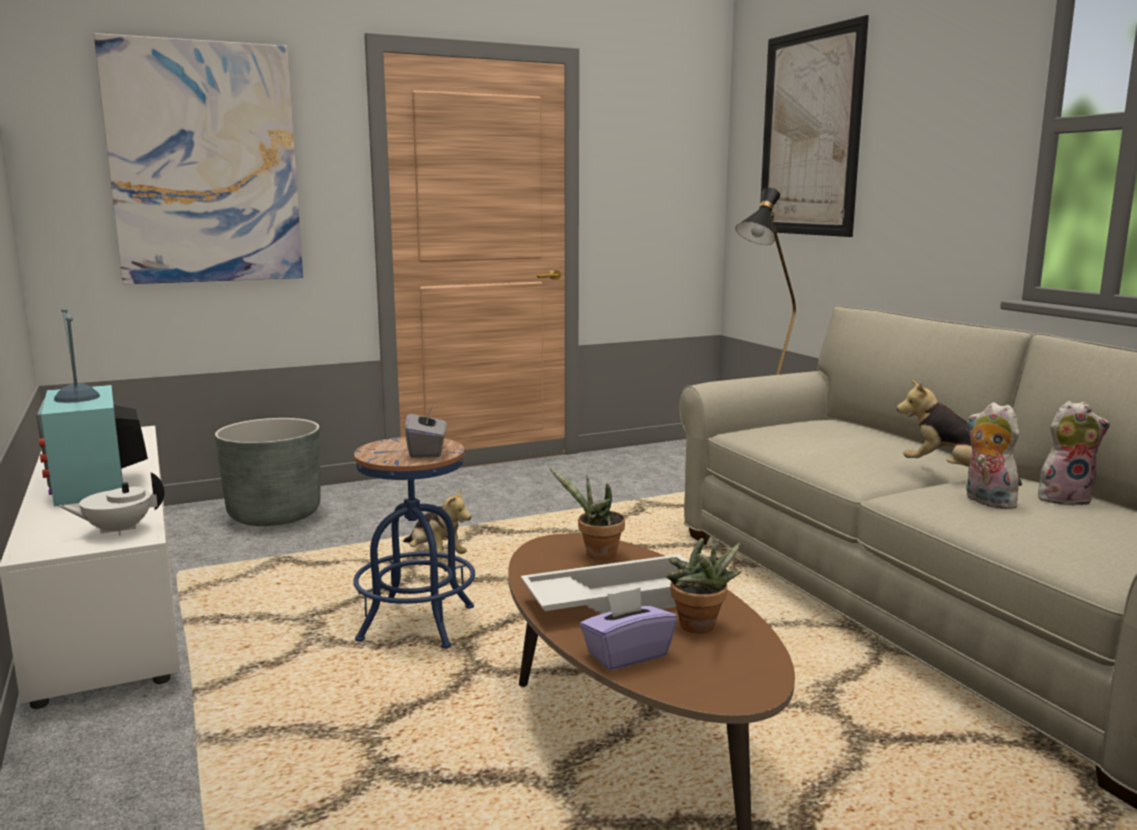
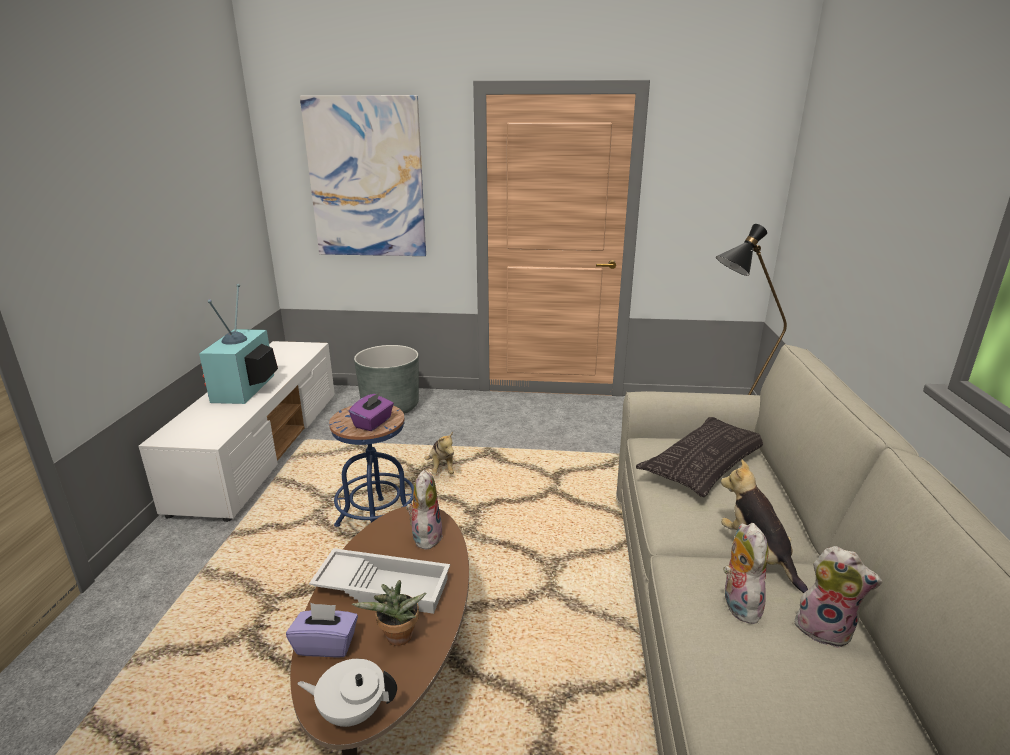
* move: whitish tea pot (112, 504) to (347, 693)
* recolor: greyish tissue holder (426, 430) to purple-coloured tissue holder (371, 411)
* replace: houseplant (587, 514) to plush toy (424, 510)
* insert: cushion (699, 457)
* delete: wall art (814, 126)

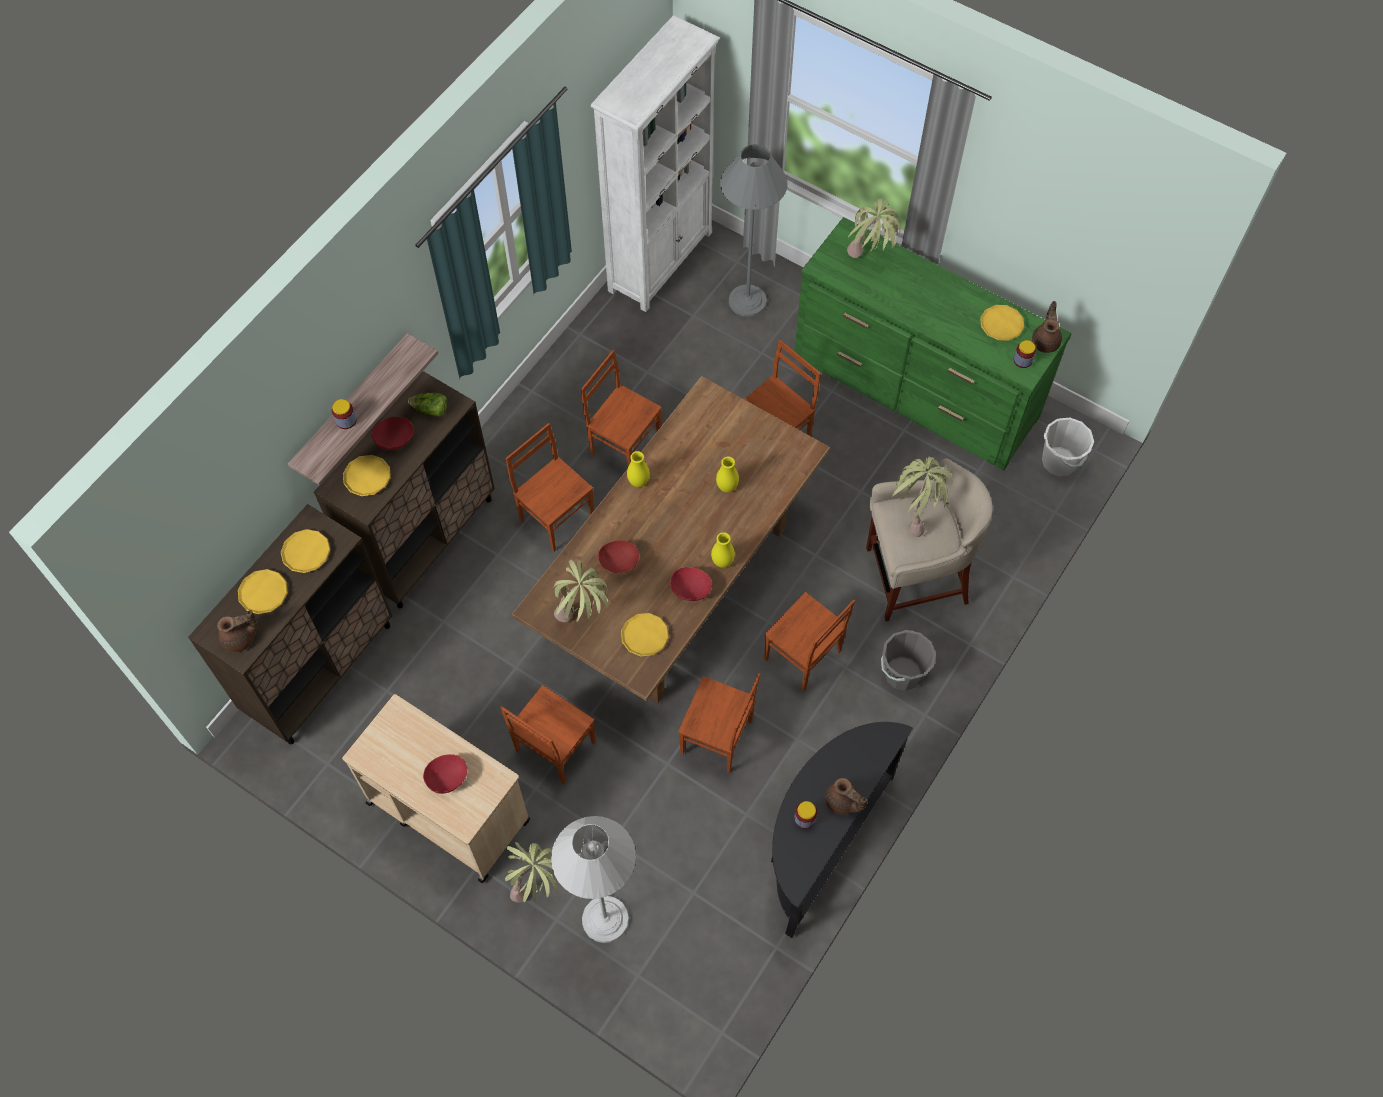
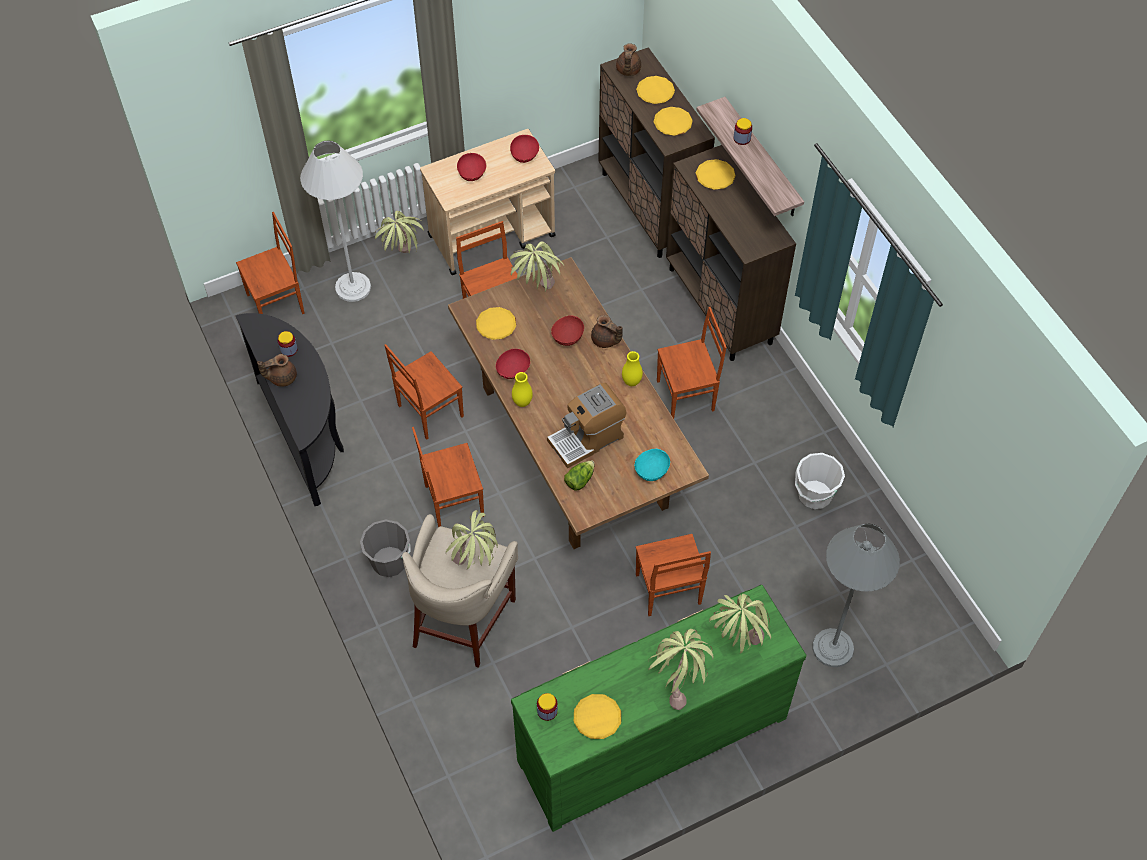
* move: brownish plain chair (621, 408) to (270, 263)
* move: reddish serving bowl (392, 433) to (524, 149)
* replace: yellowish flower vase (727, 475) to coffee maker (587, 425)
* move: lettuce head (427, 405) to (579, 475)
* move: brownish tea pot (1047, 327) to (607, 331)
* insert: blue-green serving bowl (652, 465)
* insert: houseplant (680, 669)
* move: whitish water bucket (1068, 446) to (820, 481)
* delete: whitish shelving unit (655, 163)

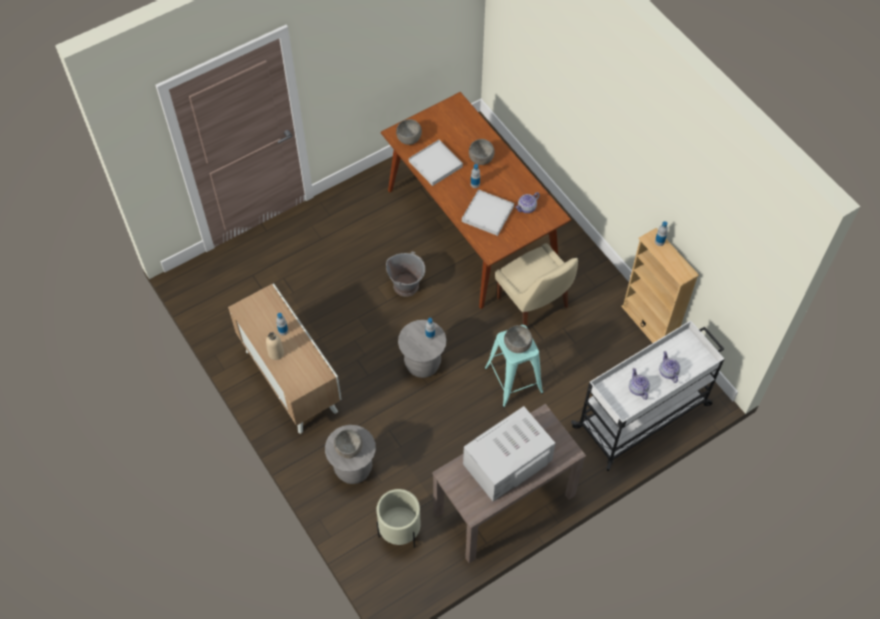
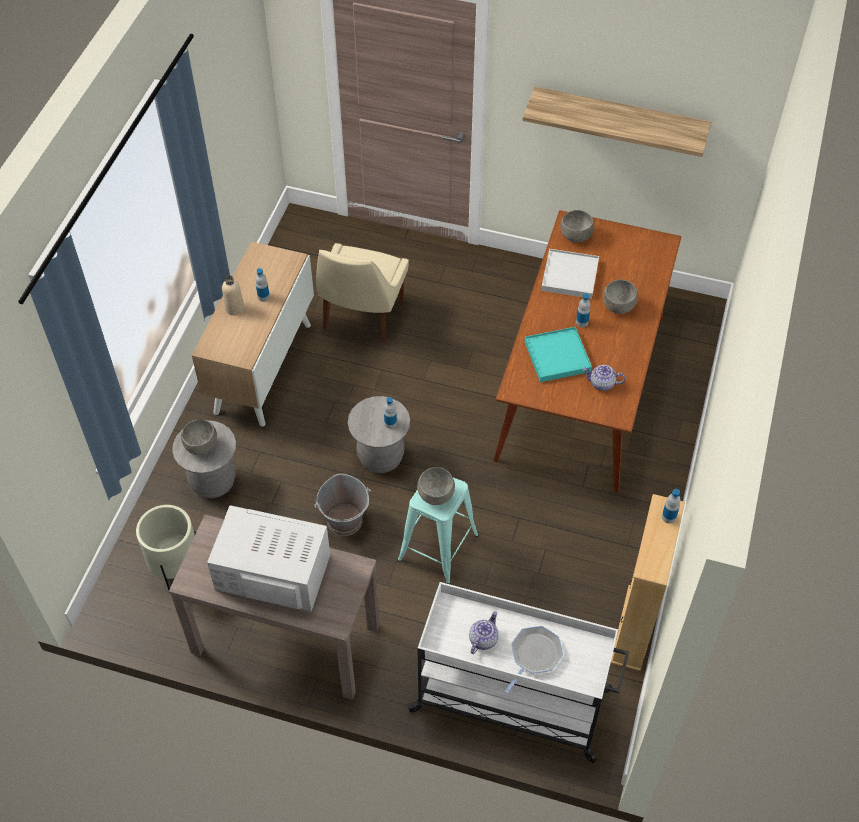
* move: greyish water bucket (405, 274) to (342, 505)
* move: beige plain chair (536, 284) to (362, 293)
* replace: tea pot (669, 367) to frying pan (533, 660)
* insert: bracket shelf (617, 122)
* recolor: whitish carrying tray (488, 212) to blue-green carrying tray (558, 354)

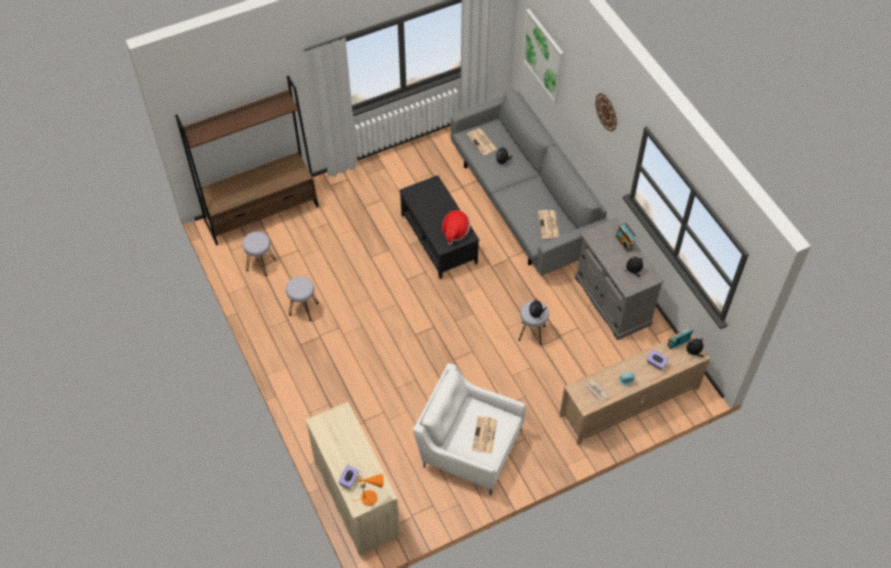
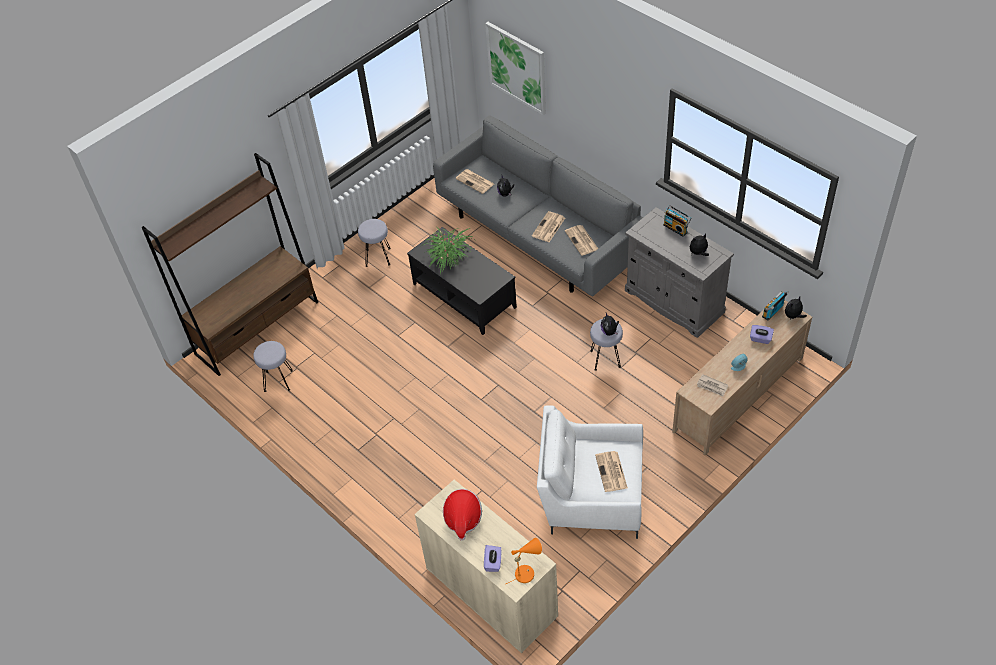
* move: greyish stool (302, 298) to (374, 243)
* insert: houseplant (447, 250)
* move: wearable hat (456, 227) to (462, 515)
* insert: newspaper (548, 226)
* delete: hanging clock (606, 112)

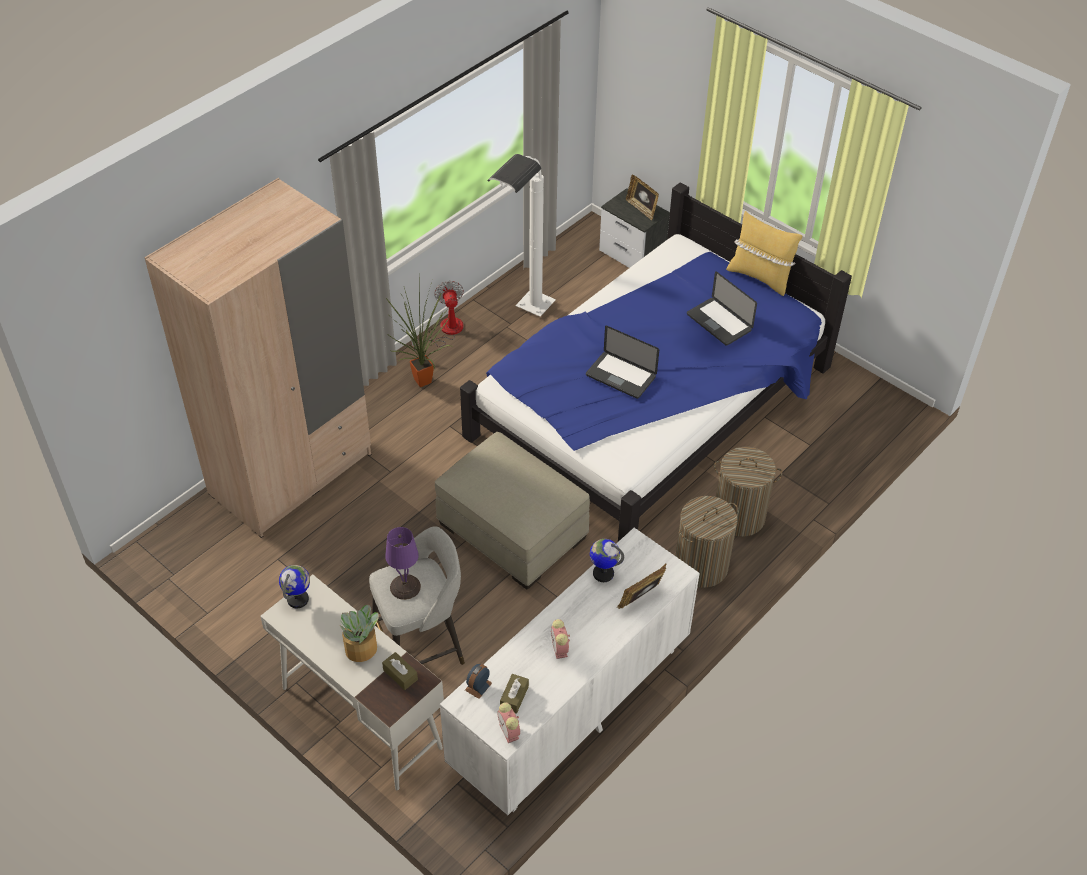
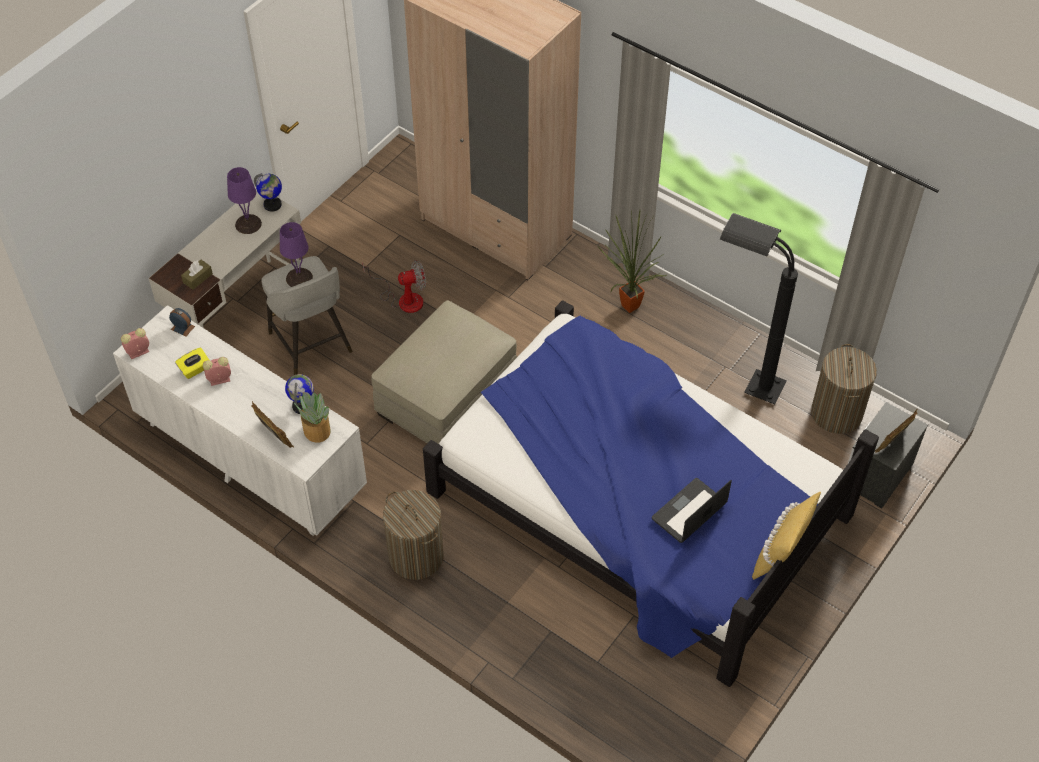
* insert: yellowish tissue holder (192, 363)
* insert: purple-coloured table lamp (244, 200)
* move: houseplant (359, 633) to (312, 417)
* move: electric fan (437, 316) to (394, 286)
* recolor: whitish standing lamp (521, 235) to black standing lamp (759, 308)
* move: hamper (748, 491) to (844, 389)
* delete: brownish tissue holder (514, 694)
* delete: notebook computer (622, 362)

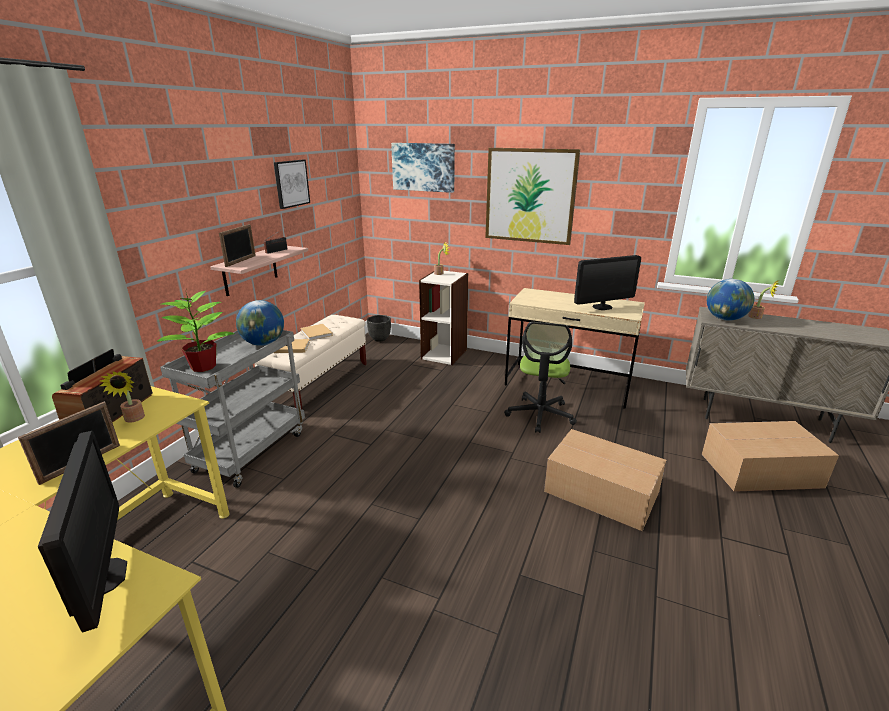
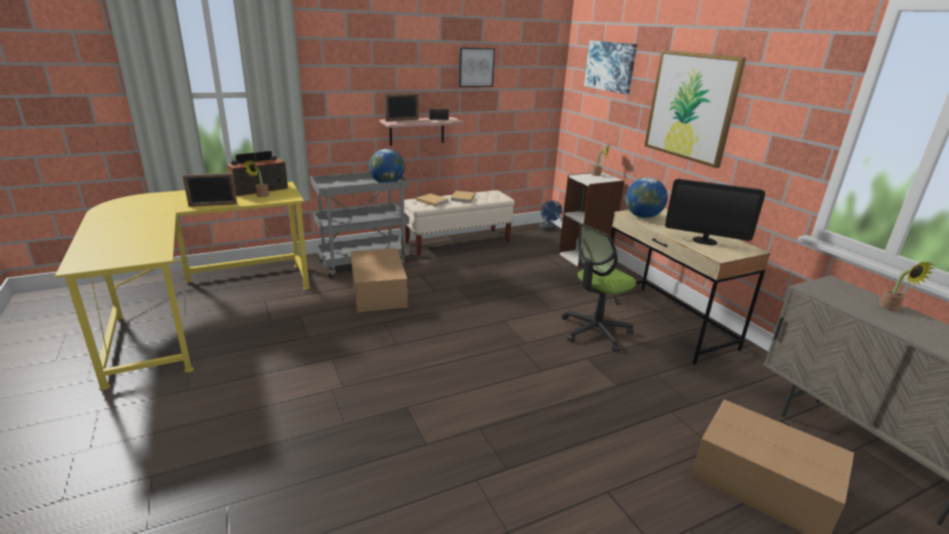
* move: carton (605, 480) to (379, 280)
* replace: black planter (379, 328) to blue electric fan (550, 215)
* move: globe (730, 300) to (646, 197)
* delete: computer display (82, 532)
* delete: houseplant (196, 331)

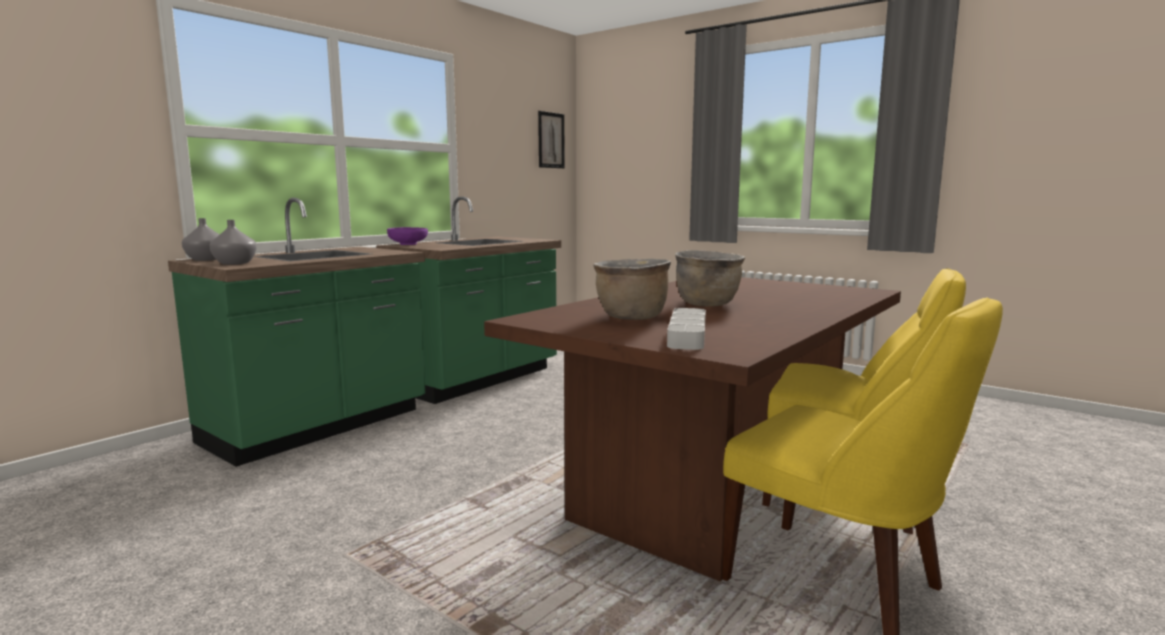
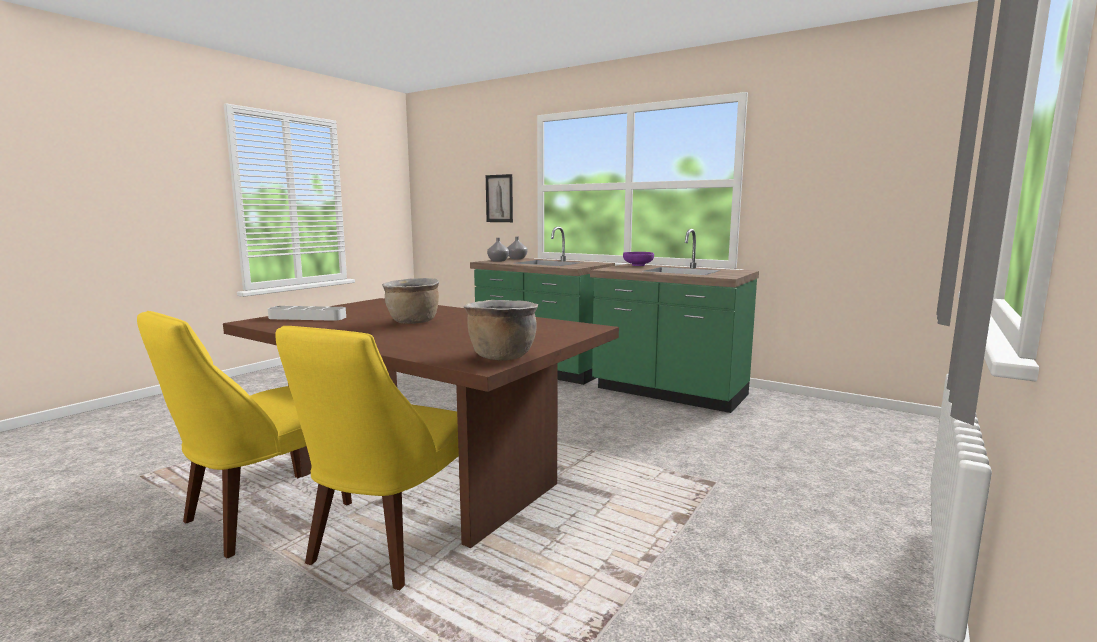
* move: brownish saucepot (632, 289) to (501, 330)
* move: wall art (551, 139) to (499, 198)

